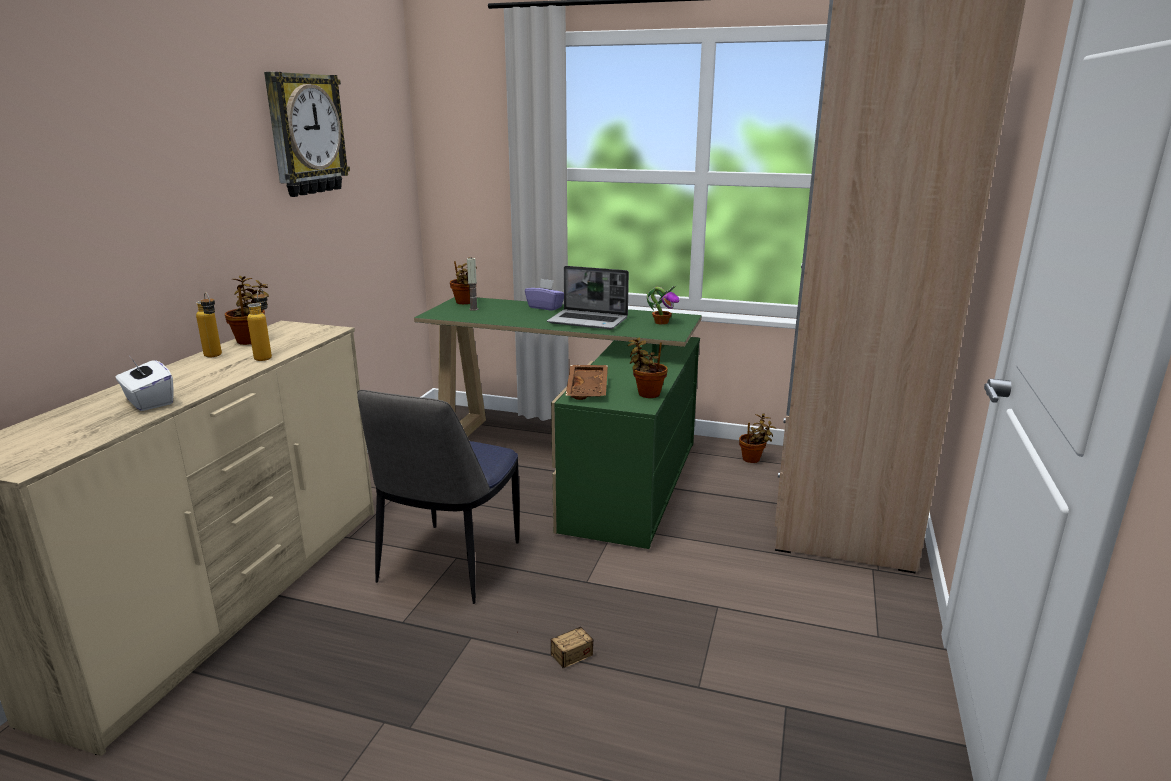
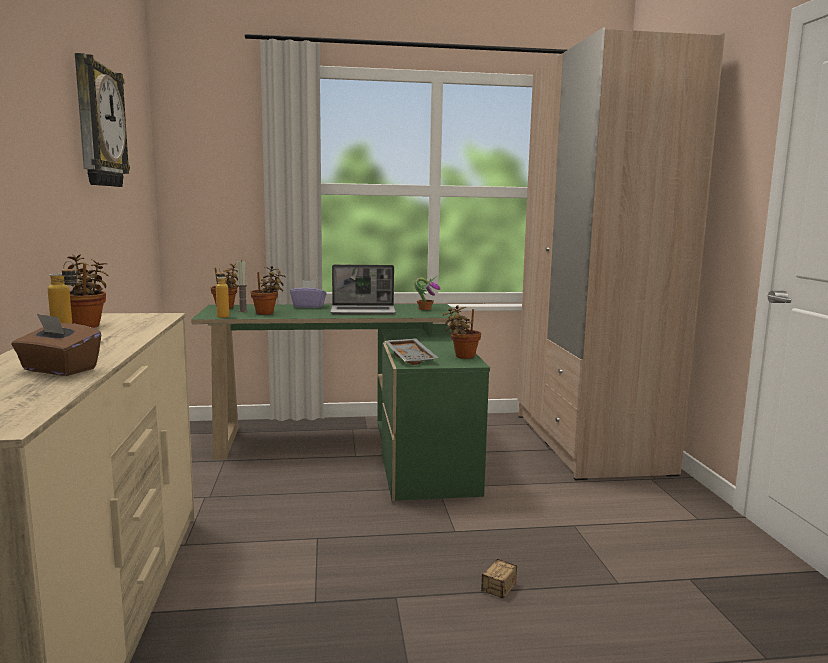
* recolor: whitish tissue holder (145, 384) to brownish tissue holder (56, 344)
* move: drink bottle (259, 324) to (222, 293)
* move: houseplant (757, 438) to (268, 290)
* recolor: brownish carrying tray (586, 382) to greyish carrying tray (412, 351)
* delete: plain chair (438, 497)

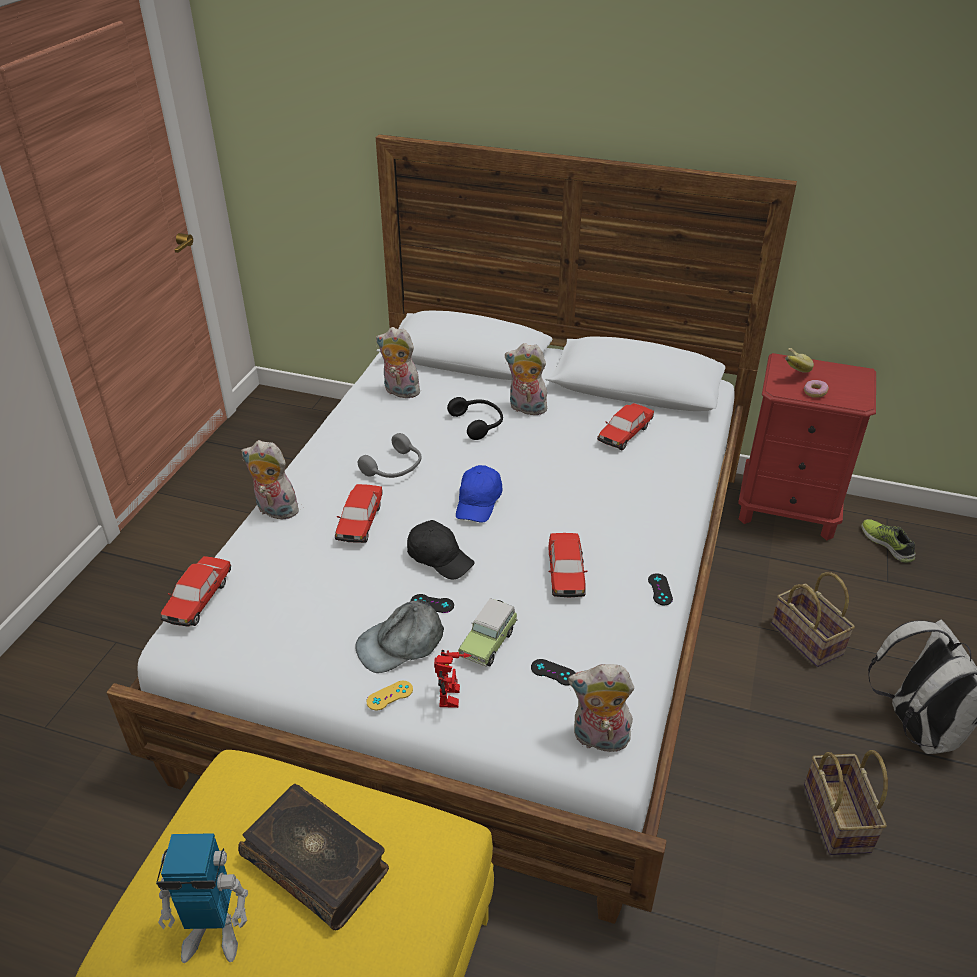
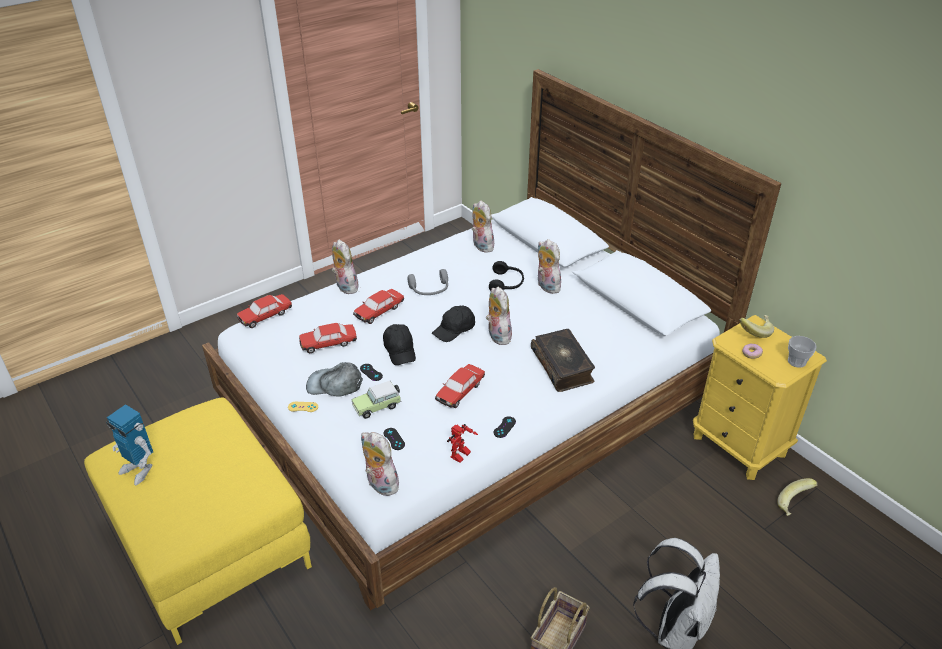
* move: model car (625, 426) to (328, 338)
* recolor: blue baseball cap (479, 494) to black baseball cap (453, 324)
* move: model robot (452, 679) to (462, 443)
* insert: plush toy (499, 316)
* move: bound book (313, 857) to (563, 360)
* recolor: reddish nightstand (807, 446) to yellowish nightstand (760, 397)
* replace: low shoe (888, 541) to banana (797, 497)
* insert: drinking cup (802, 352)
* delete: household basket (813, 619)

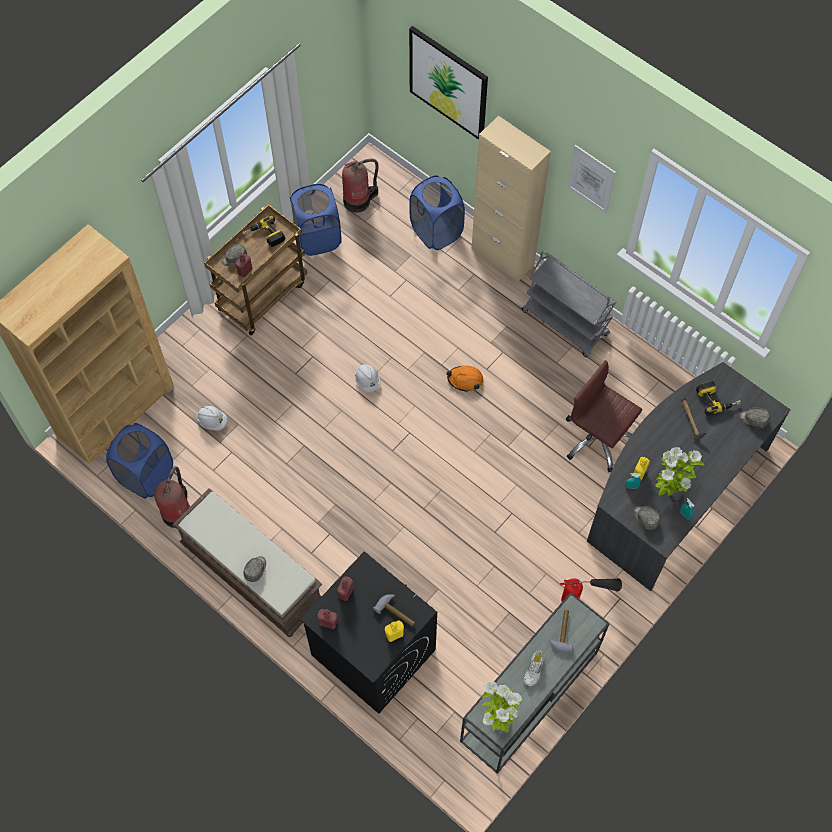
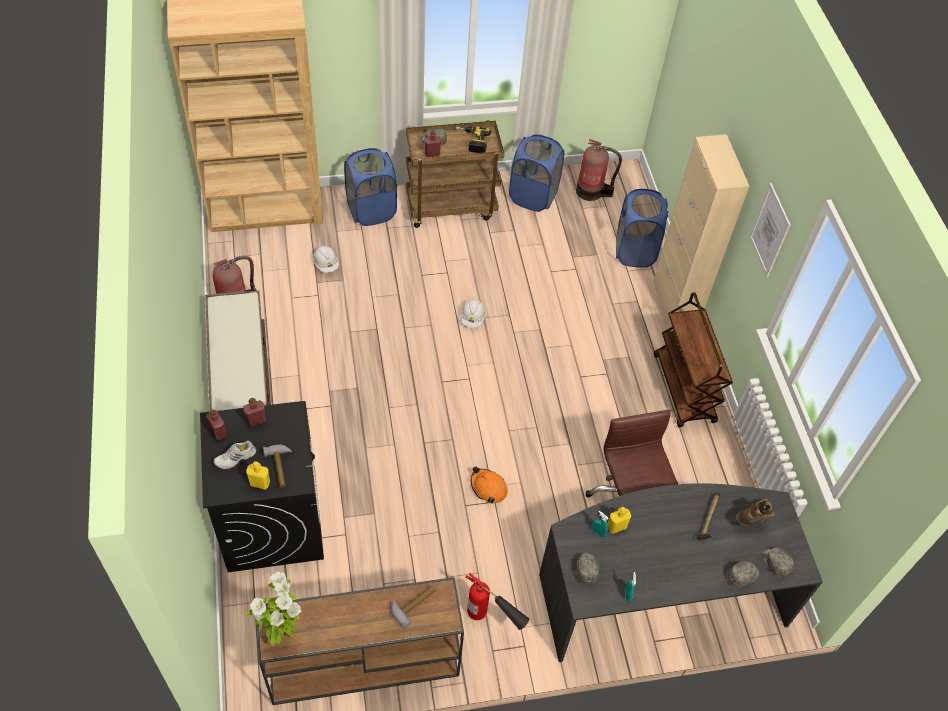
* move: whitish low shoe (534, 668) to (234, 455)
* recolor: greyish hall table (535, 683) to brownish hall table (360, 641)
* move: blue hamper (139, 461) to (370, 187)
* move: orange hard hat (464, 379) to (489, 485)
* recolor: greyish trolley (569, 304) to brownish trolley (693, 359)
* move: greyish baseball cap (255, 569) to (743, 575)
* replace: power drill (718, 398) to brownish boot (756, 512)
* delete: wall art (448, 83)
* delete: houseplant (680, 471)

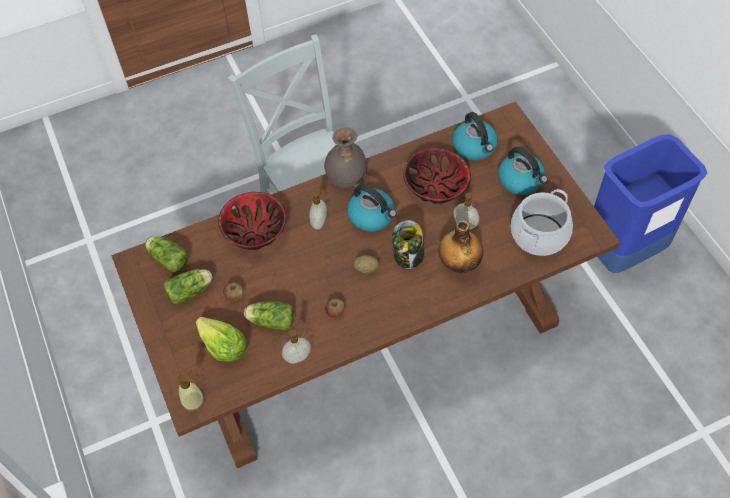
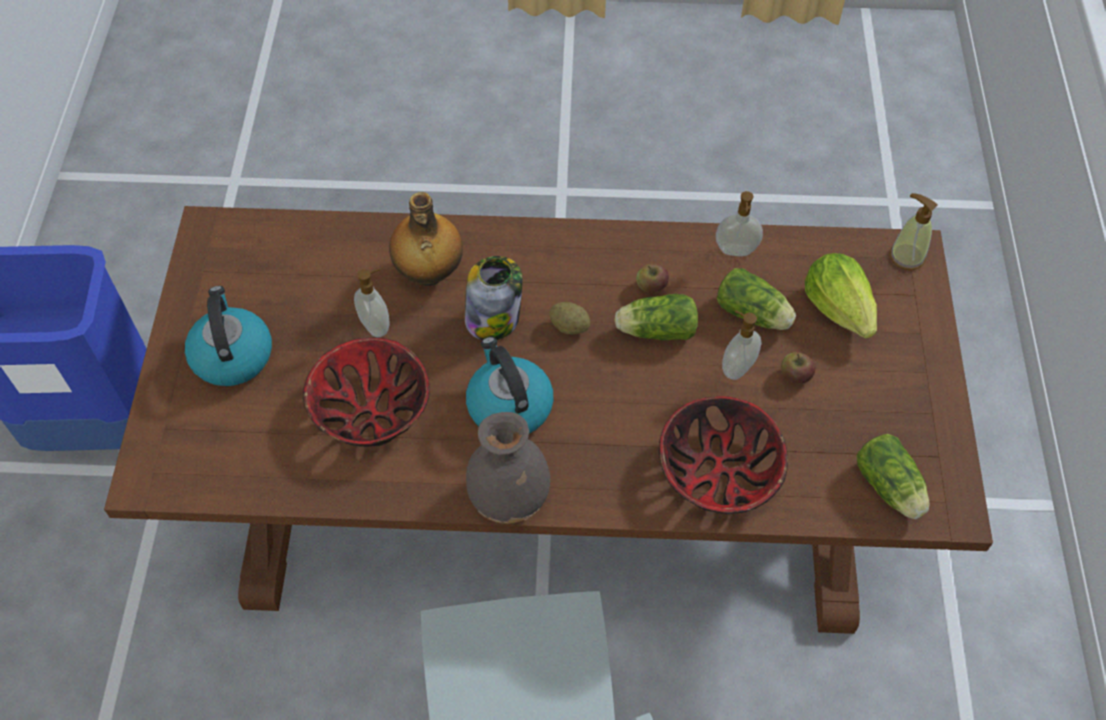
* move: lettuce head (188, 286) to (656, 317)
* move: liquid soap bottle (318, 210) to (742, 345)
* delete: water kettle (475, 136)
* delete: saucepot (542, 222)

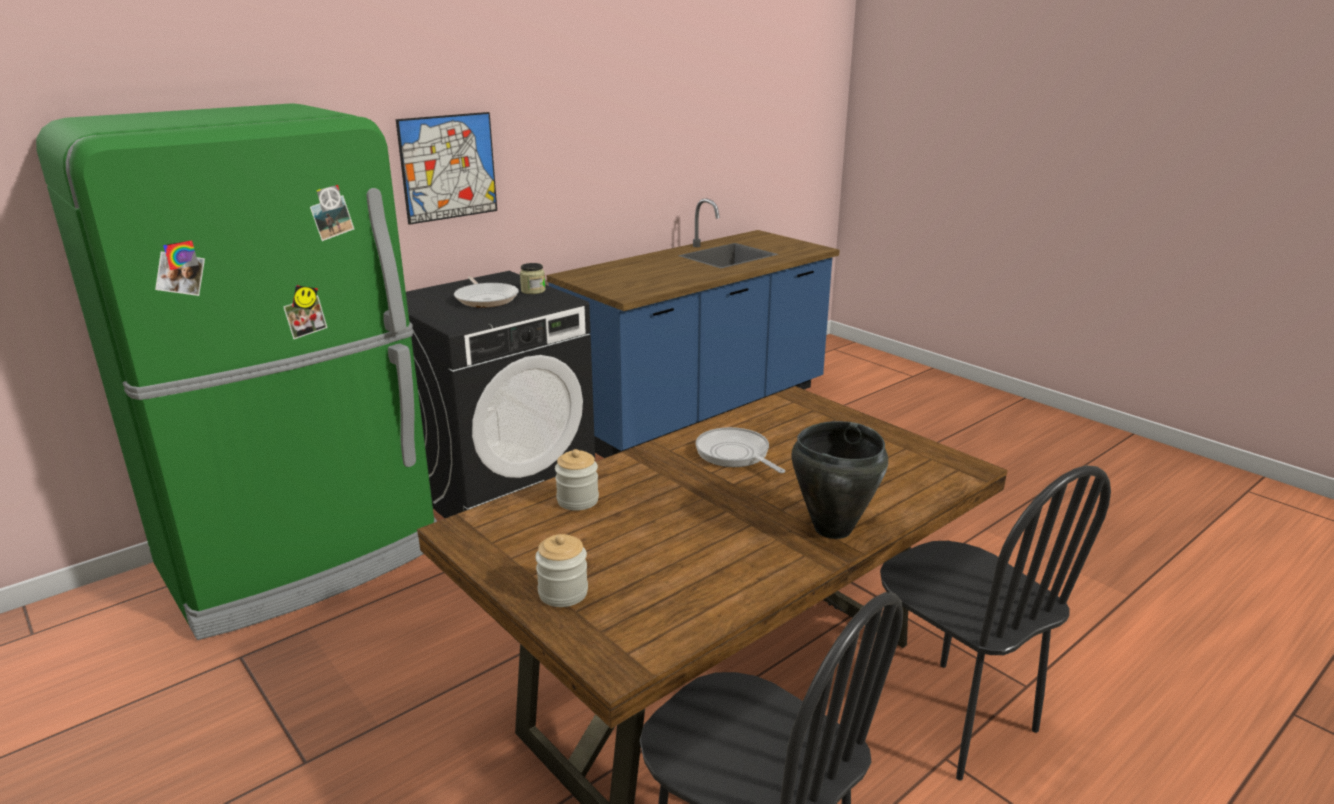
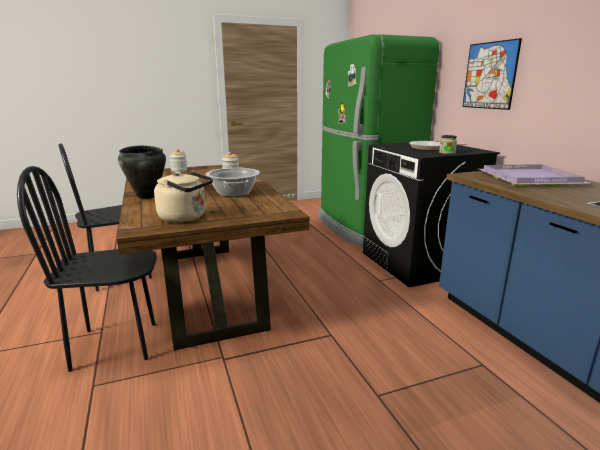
* insert: beige water kettle (183, 196)
* replace: frying pan (740, 450) to saucepot (233, 182)
* insert: purple-coloured carrying tray (535, 175)

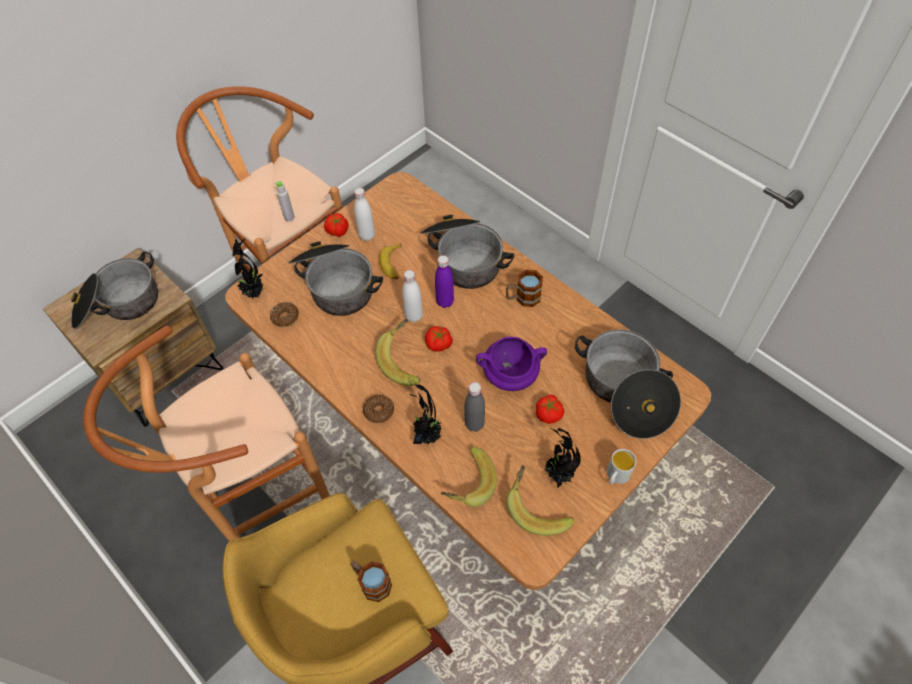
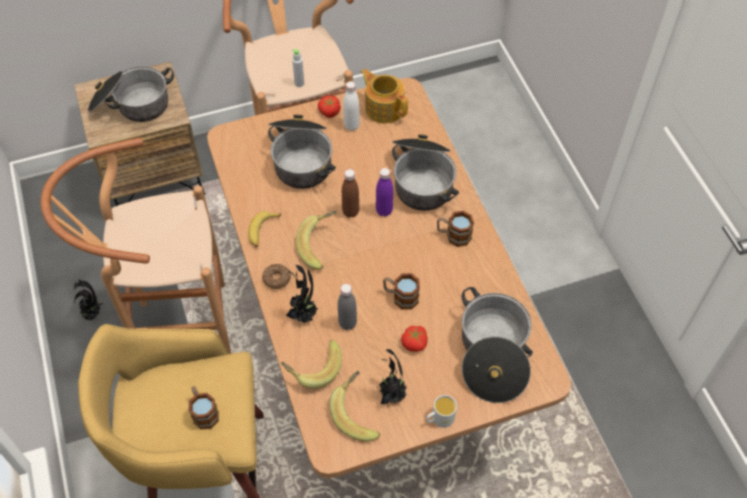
* move: houseplant (248, 269) to (89, 299)
* move: banana (390, 261) to (264, 229)
* recolor: whitish drink bottle (412, 296) to brownish drink bottle (350, 193)
* insert: tea pot (384, 96)
* replace: purple-coloured saucepot (511, 364) to coffee mug (401, 291)
* delete: donut (284, 314)
* delete: whole tomato (439, 339)

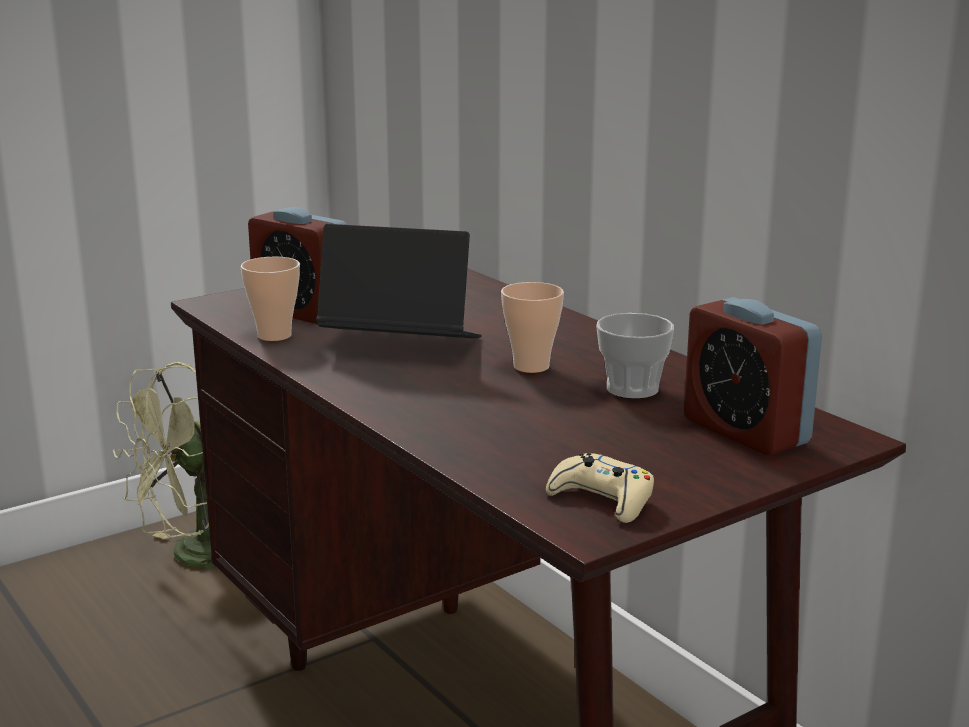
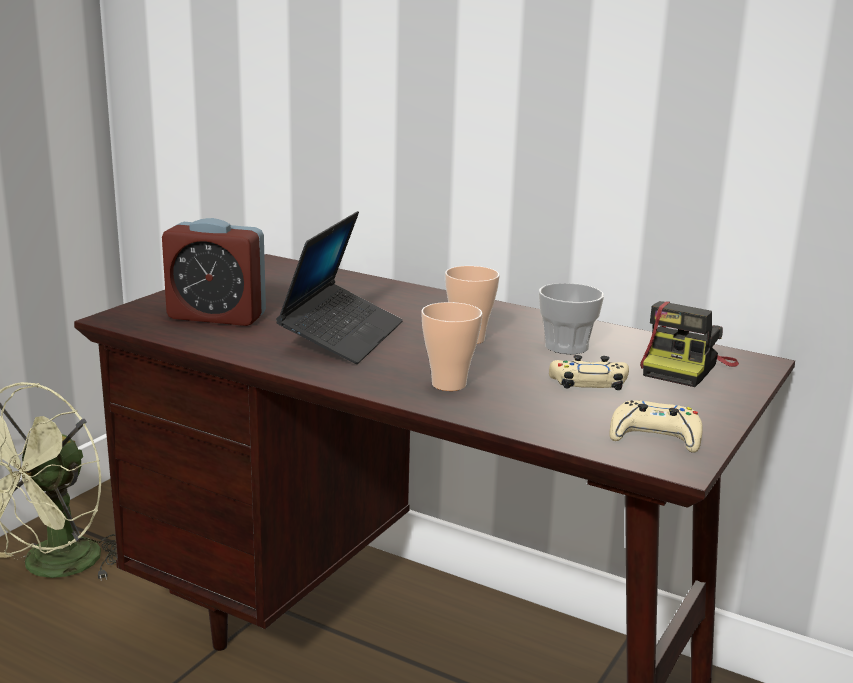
* rotate: notebook computer (399, 281) = (339, 287) 120 degrees clockwise
* move: drinking cup (270, 299) to (452, 346)
* insert: beige game controller (589, 372)
* replace: alarm clock (753, 376) to photo camera (689, 344)

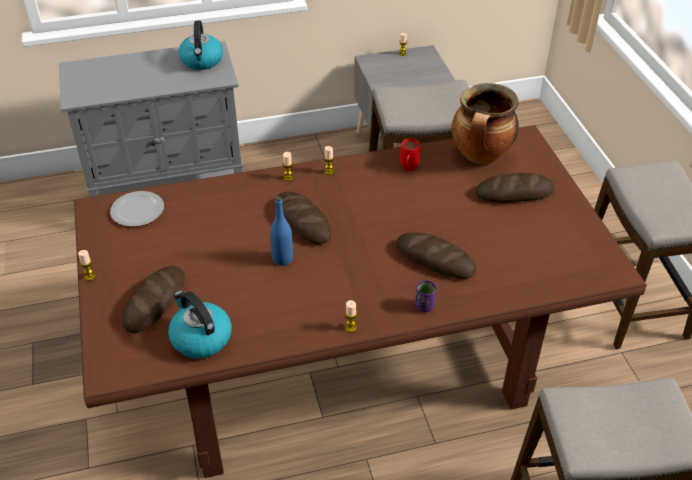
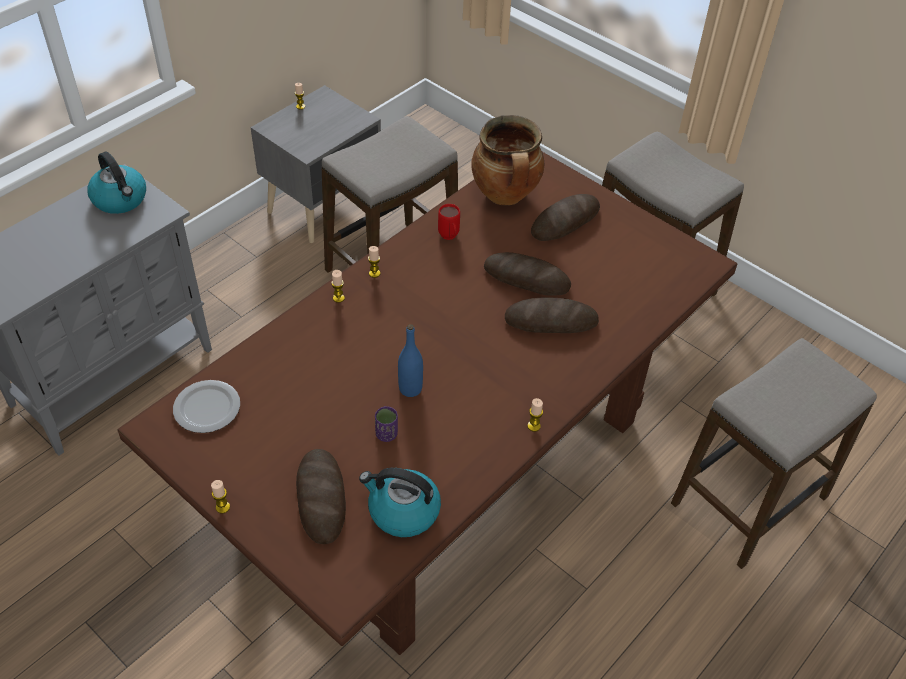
* move: purple-coloured drinking cup (426, 296) to (386, 424)
* move: bread (303, 218) to (527, 274)

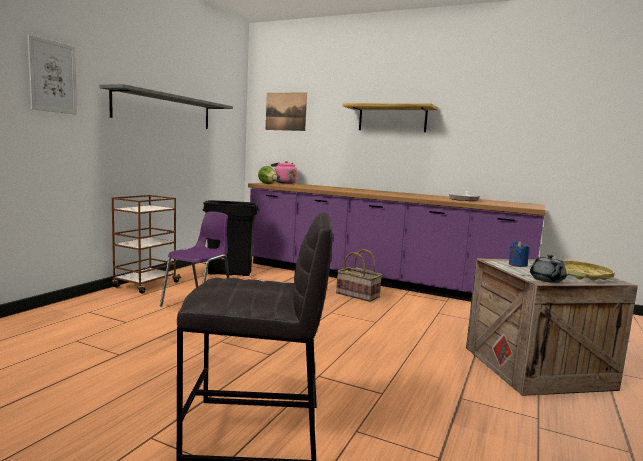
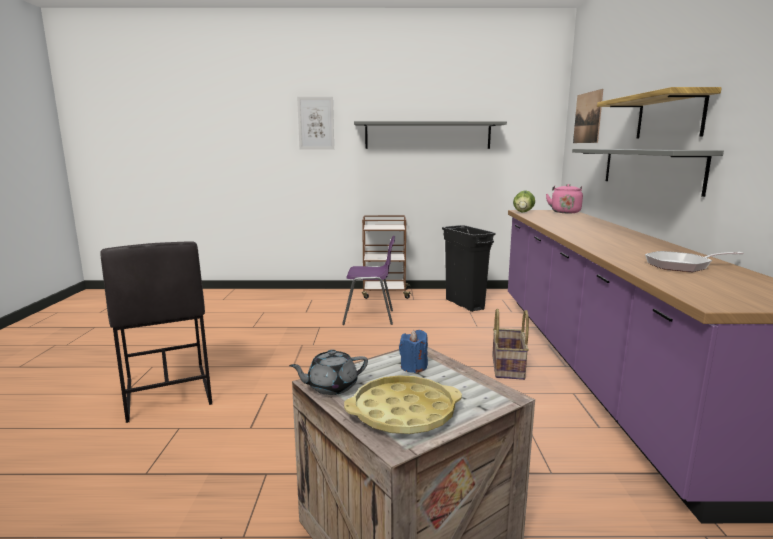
* insert: greyish bracket shelf (648, 173)

